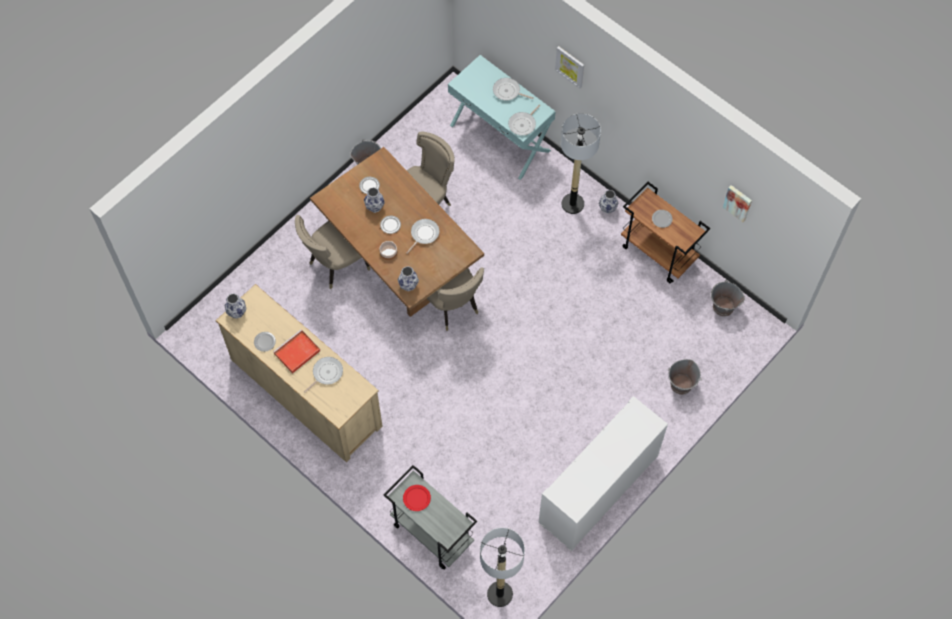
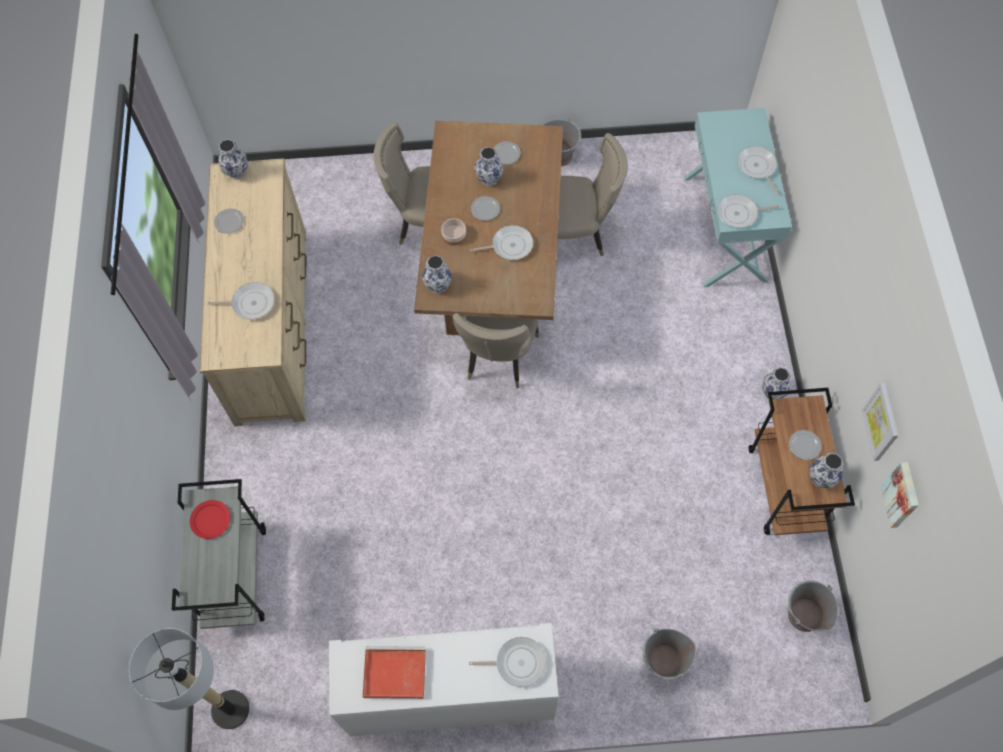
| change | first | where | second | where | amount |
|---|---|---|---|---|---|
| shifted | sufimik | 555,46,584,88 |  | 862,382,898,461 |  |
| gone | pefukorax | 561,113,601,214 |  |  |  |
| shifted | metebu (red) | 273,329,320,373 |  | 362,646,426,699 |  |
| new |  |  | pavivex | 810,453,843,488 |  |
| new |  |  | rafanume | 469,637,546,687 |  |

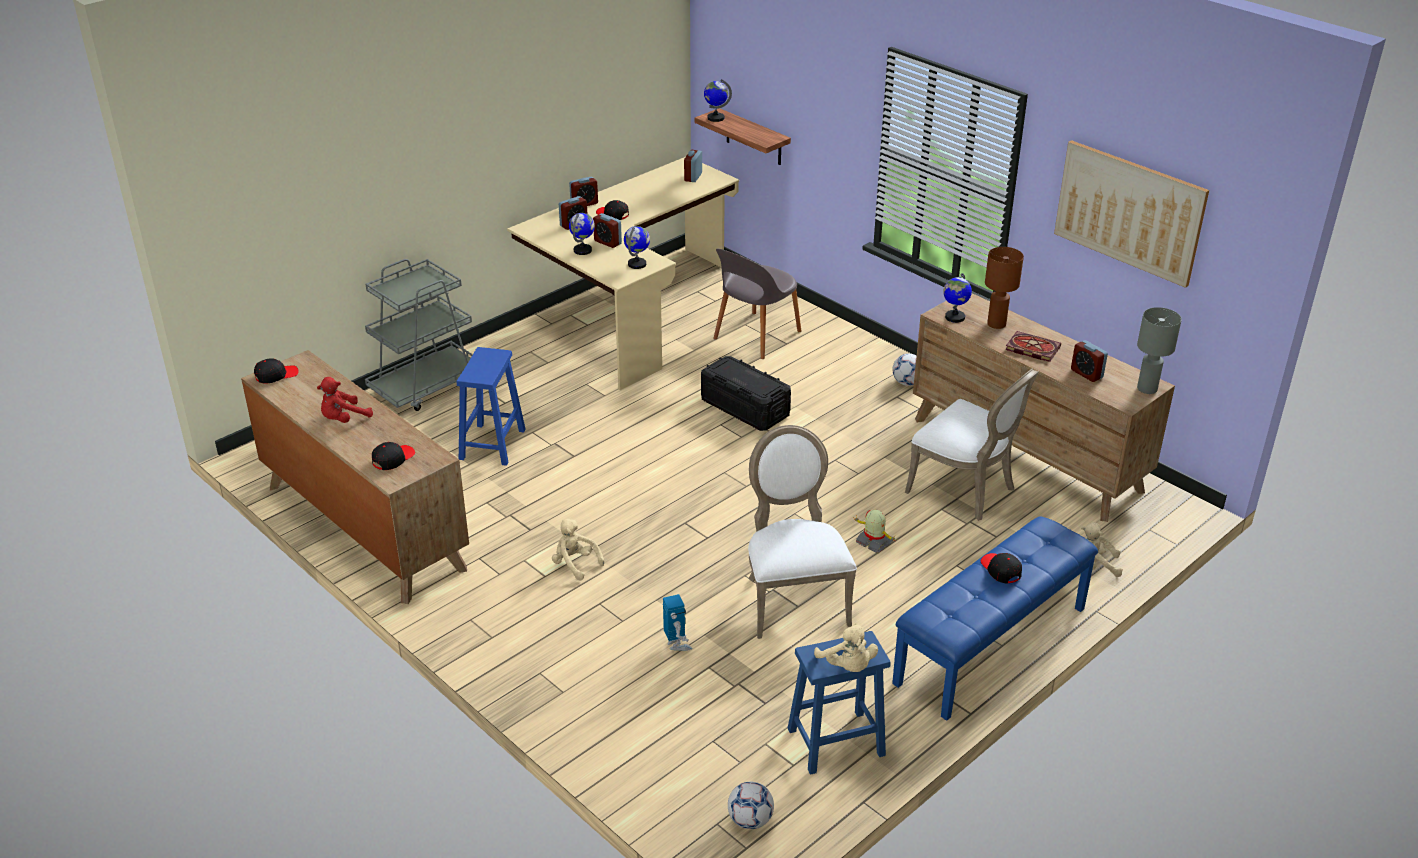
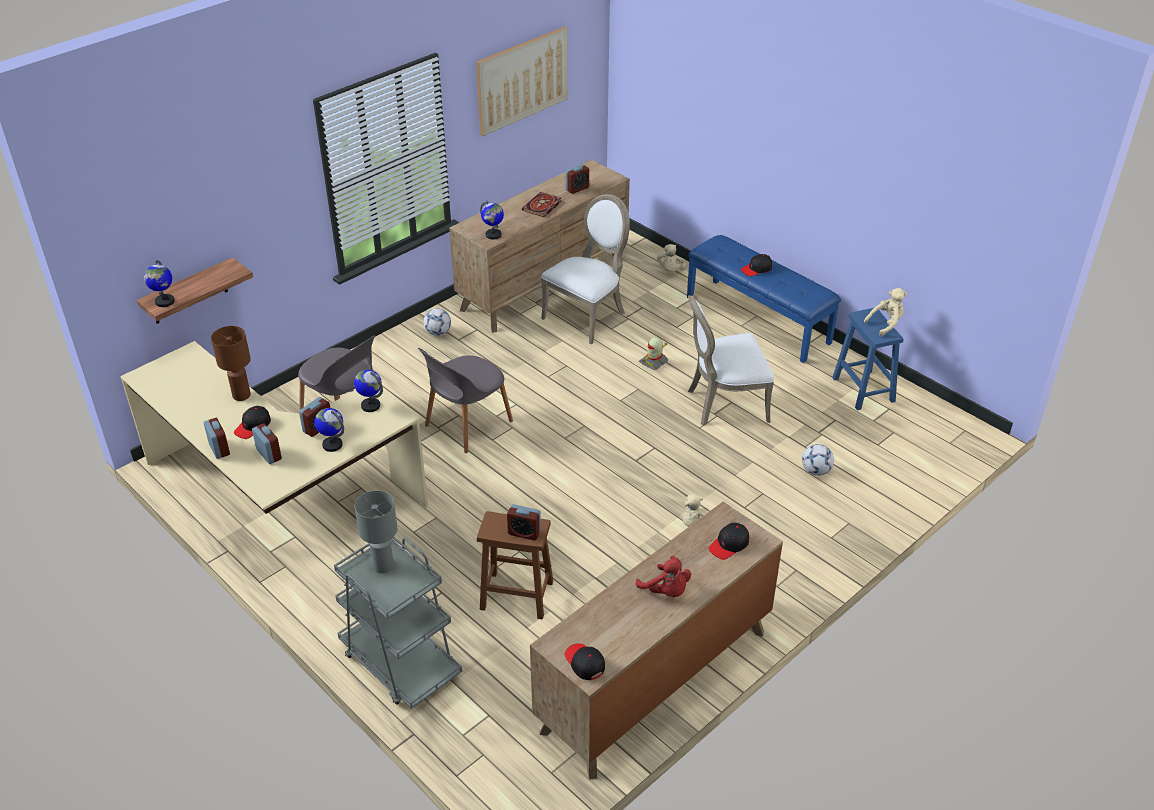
| change | first | where | second | where | amount |
|---|---|---|---|---|---|
| shifted | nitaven | 684,150,702,182 |  | 507,504,541,541 |  |
| shifted | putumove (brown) | 985,247,1024,329 |  | 211,326,251,401 |  |
| shifted | putumove (grey) | 1137,307,1182,394 |  | 355,491,397,573 |  |
| repainted | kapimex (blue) | 457,347,526,466 | kapimex (brown) | 477,511,553,620 |  |
| swapped | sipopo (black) | 701,356,791,431 | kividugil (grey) | 418,348,513,453 |  |
| rotated | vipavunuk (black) | 372,442,415,470 |  | 709,523,749,560 | 75 degrees counterclockwise |
| gone | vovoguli | 663,594,692,651 |  |  |  |
| shifted | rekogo | 728,782,774,829 |  | 802,444,834,476 |  |

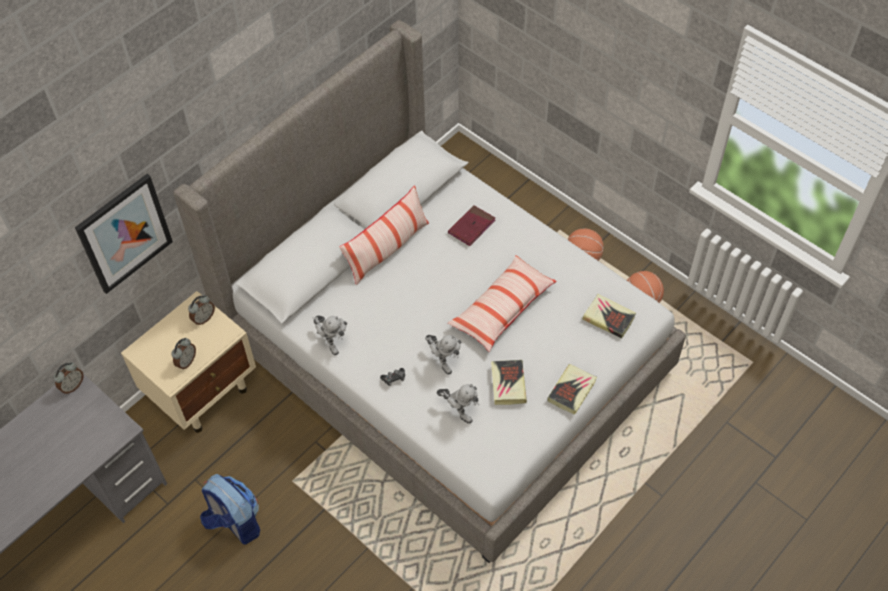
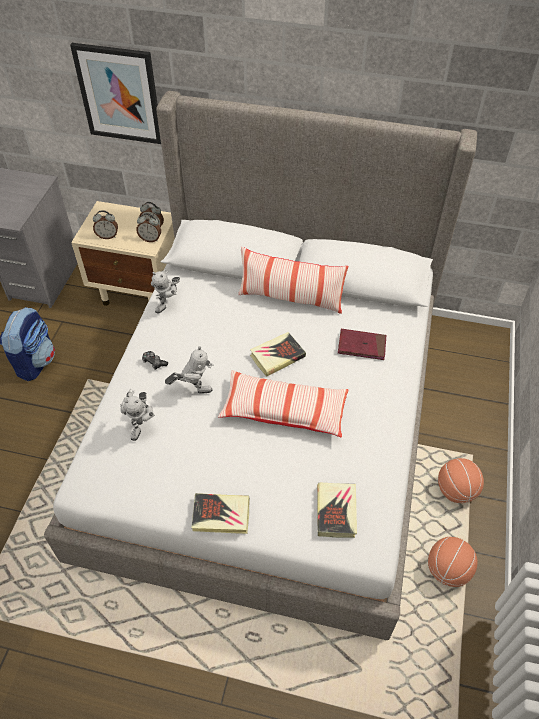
| change | first | where | second | where | amount |
|---|---|---|---|---|---|
| rotated | vovoguli | 425,335,461,375 |  | 165,346,214,394 | 120 degrees counterclockwise |
| shifted | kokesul | 491,360,527,405 |  | 250,332,306,377 |  |
| shifted | nitaven | 53,362,83,394 |  | 136,213,161,242 |  |

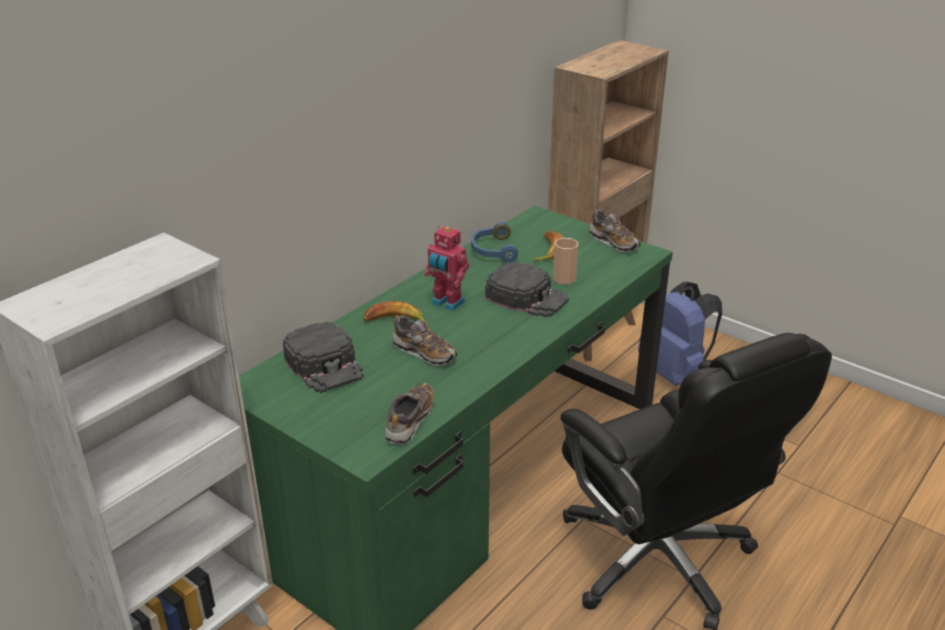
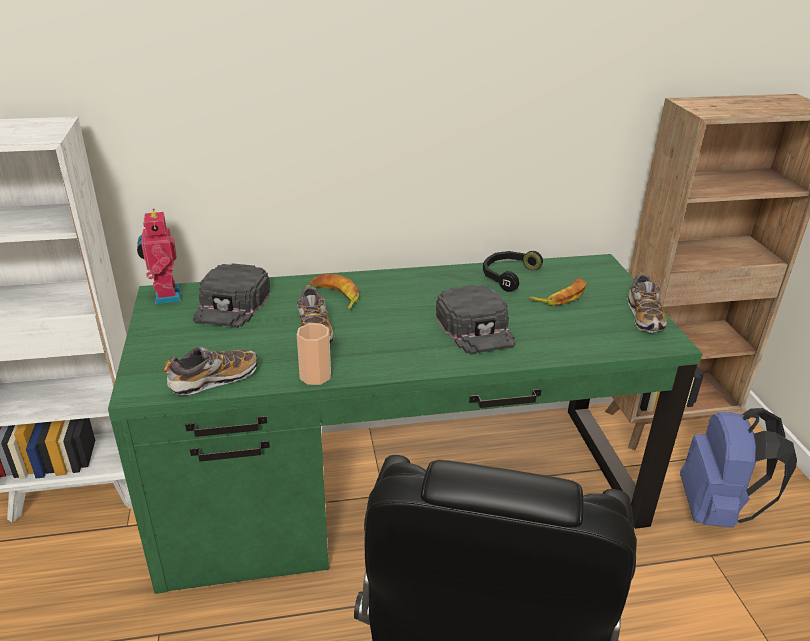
| change | first | where | second | where | amount |
|---|---|---|---|---|---|
| repainted | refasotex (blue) | 471,222,518,263 | refasotex (black) | 483,251,543,292 |  |
| shifted | vovoguli | 424,226,469,311 |  | 137,209,181,304 |  |
| shifted | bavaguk | 553,238,578,284 |  | 297,323,331,385 |  |

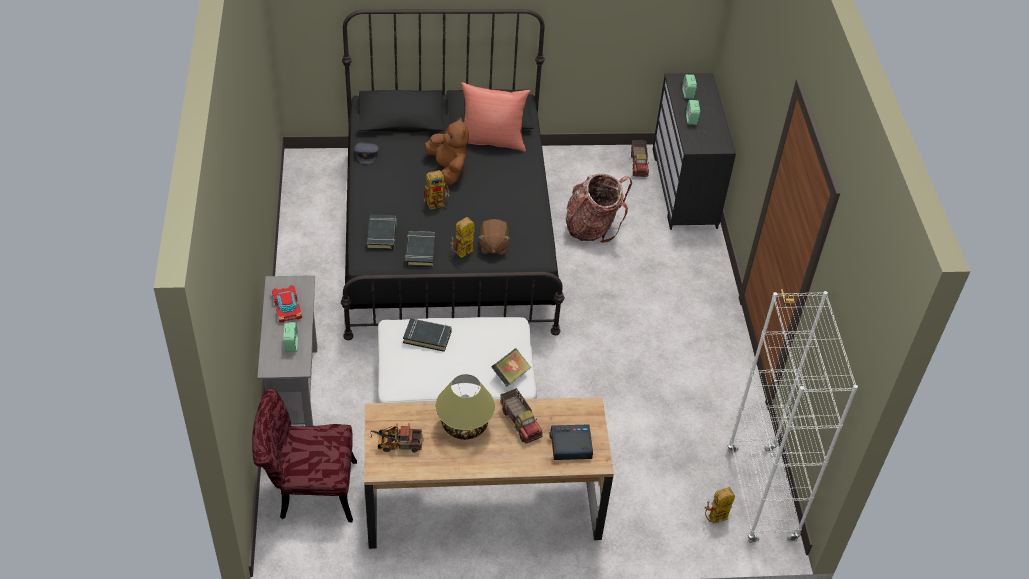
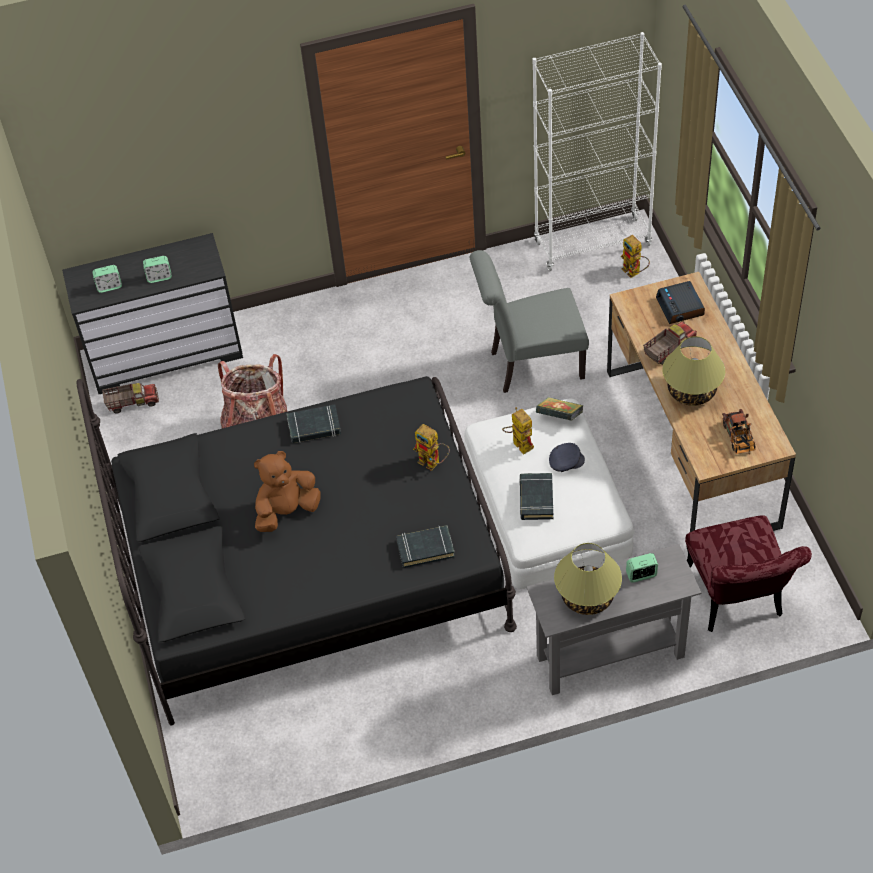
| change | first | where | second | where | amount |
|---|---|---|---|---|---|
| gone | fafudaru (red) | 461,82,531,152 |  |  |  |
| shifted | vipavunuk (grey) | 354,142,379,164 |  | 549,443,585,472 |  |
| shifted | vovoguli | 423,170,449,210 |  | 502,407,534,455 |  |
| gone | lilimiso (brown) | 479,219,510,254 |  |  |  |
| shifted | kokesul (black) | 405,231,435,268 |  | 287,405,341,443 |  |
| swapped | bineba | 272,285,302,323 | putumove | 554,543,622,615 |  |
| new |  |  | kividugil (grey) | 469,250,589,393 |  |

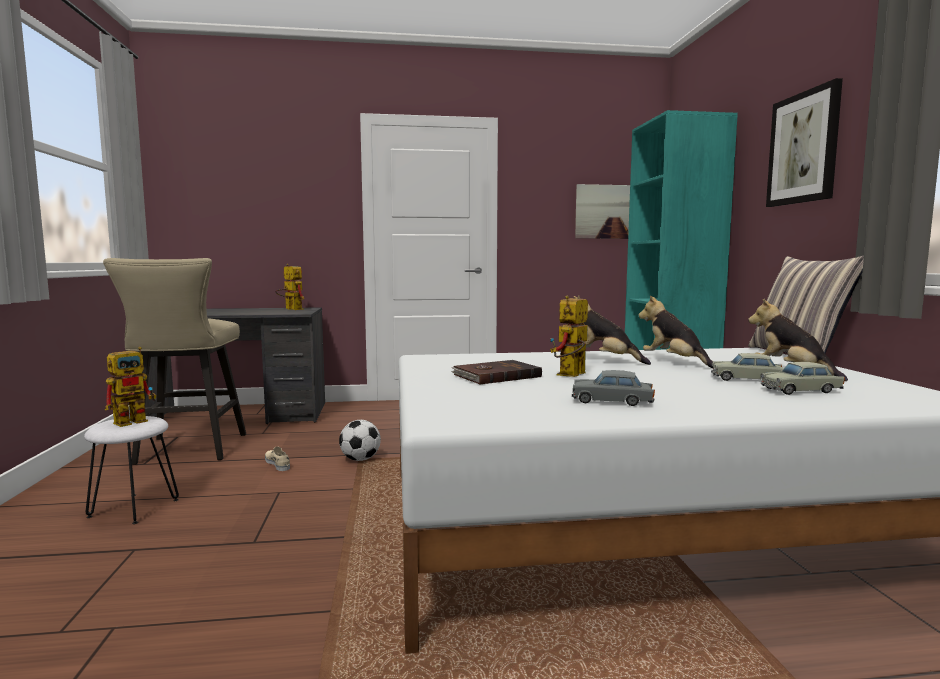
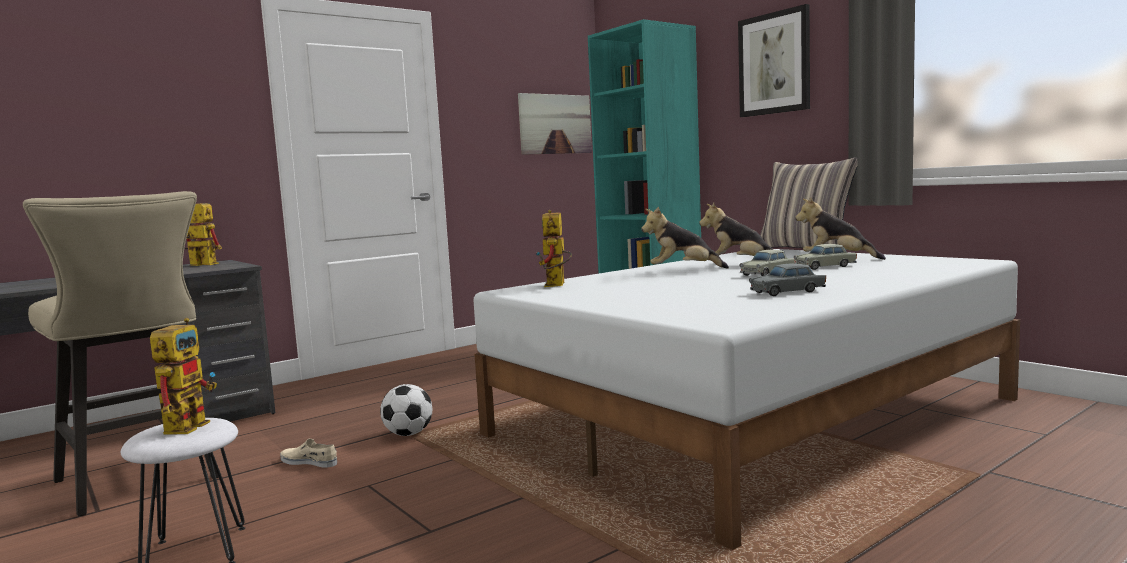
| change | first | where | second | where | amount |
|---|---|---|---|---|---|
| shifted | vovoguli | 550,296,588,377 |  | 536,210,572,287 |  |
| gone | kokesul (brown) | 451,360,542,384 |  |  |  |
| shifted | bineba (beige) | 760,362,845,395 |  | 739,250,795,276 |  |

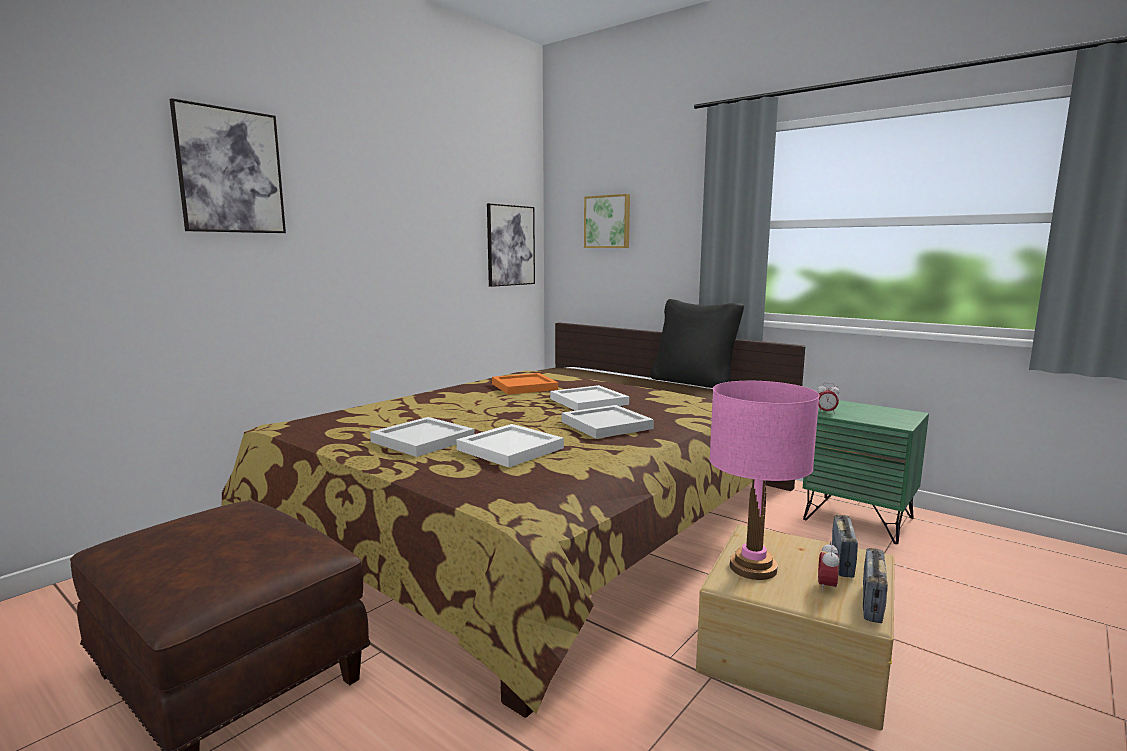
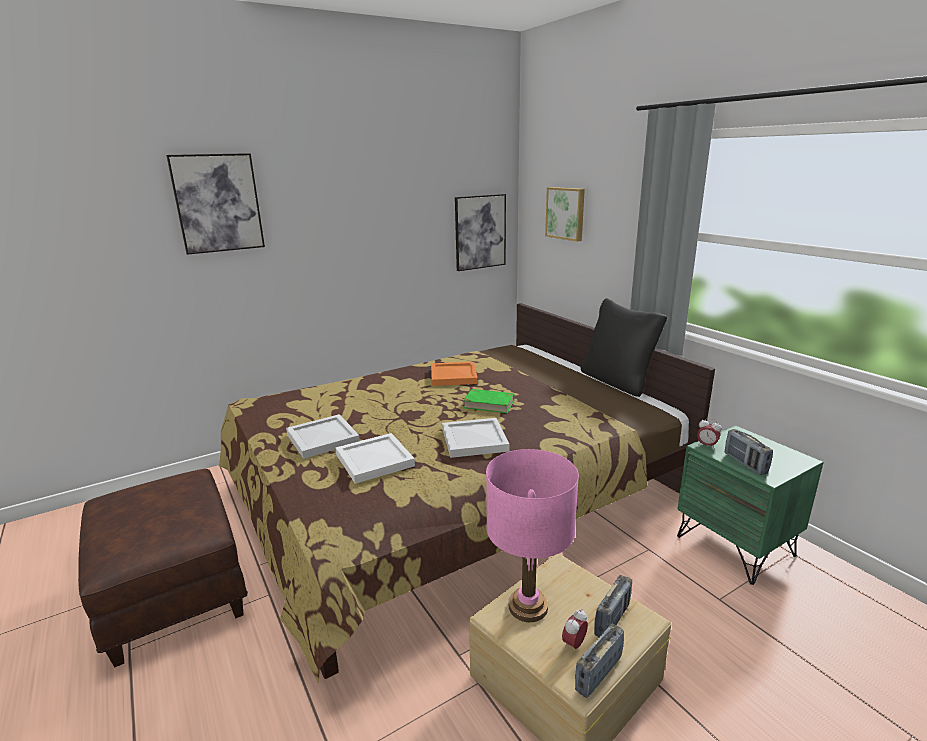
| change | first | where | second | where | amount |
|---|---|---|---|---|---|
| swapped | metebu (white) | 550,385,629,411 | kokesul (green) | 462,389,514,413 |  |
| new |  |  | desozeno | 725,429,773,475 |  |

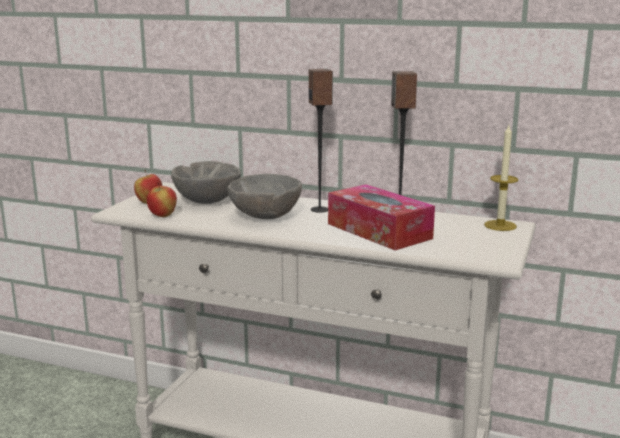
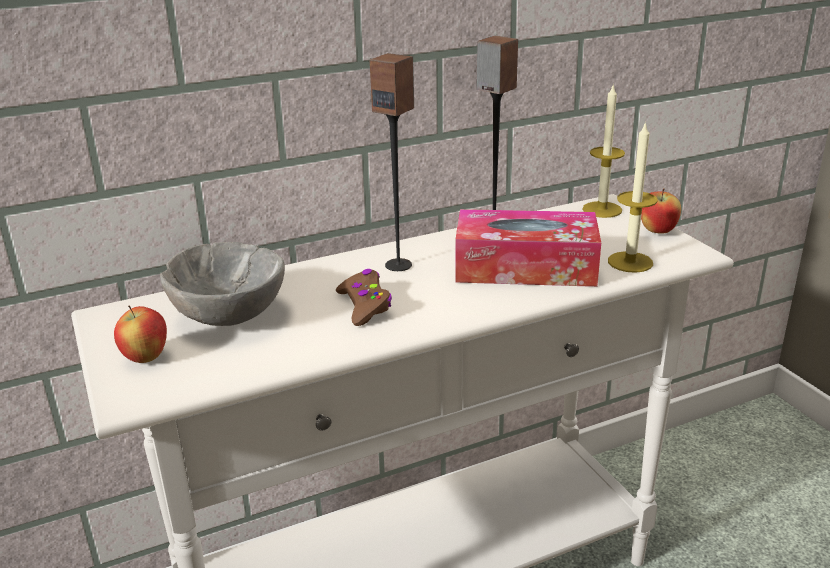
| change | first | where | second | where | amount |
|---|---|---|---|---|---|
| swapped | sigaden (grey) | 227,174,302,219 | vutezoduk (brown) | 336,269,392,326 |  |
| shifted | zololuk | 147,183,177,217 |  | 641,188,681,234 |  |
| new |  |  | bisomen | 608,121,657,273 |  |

